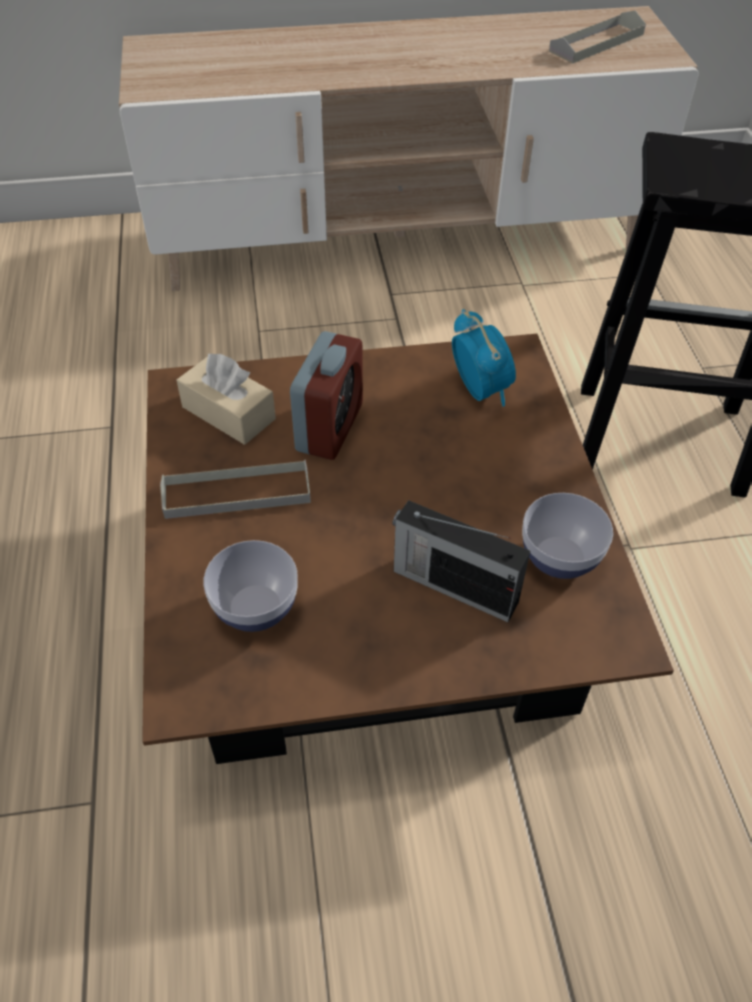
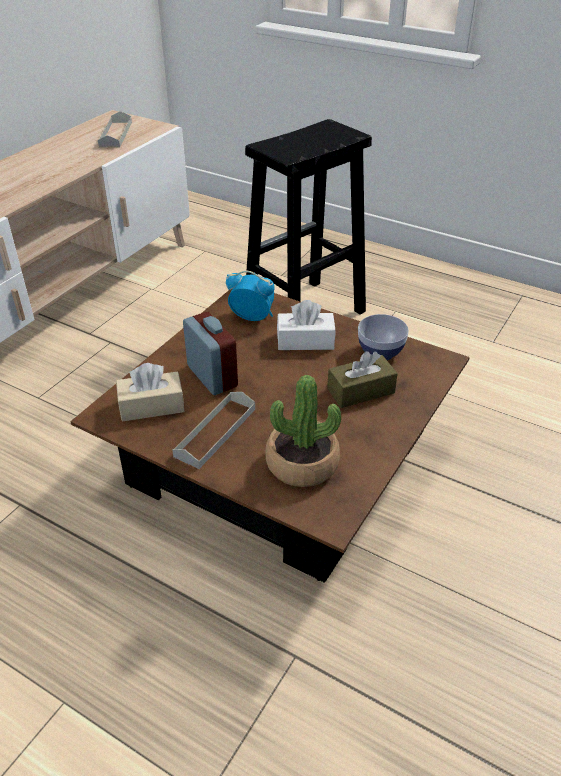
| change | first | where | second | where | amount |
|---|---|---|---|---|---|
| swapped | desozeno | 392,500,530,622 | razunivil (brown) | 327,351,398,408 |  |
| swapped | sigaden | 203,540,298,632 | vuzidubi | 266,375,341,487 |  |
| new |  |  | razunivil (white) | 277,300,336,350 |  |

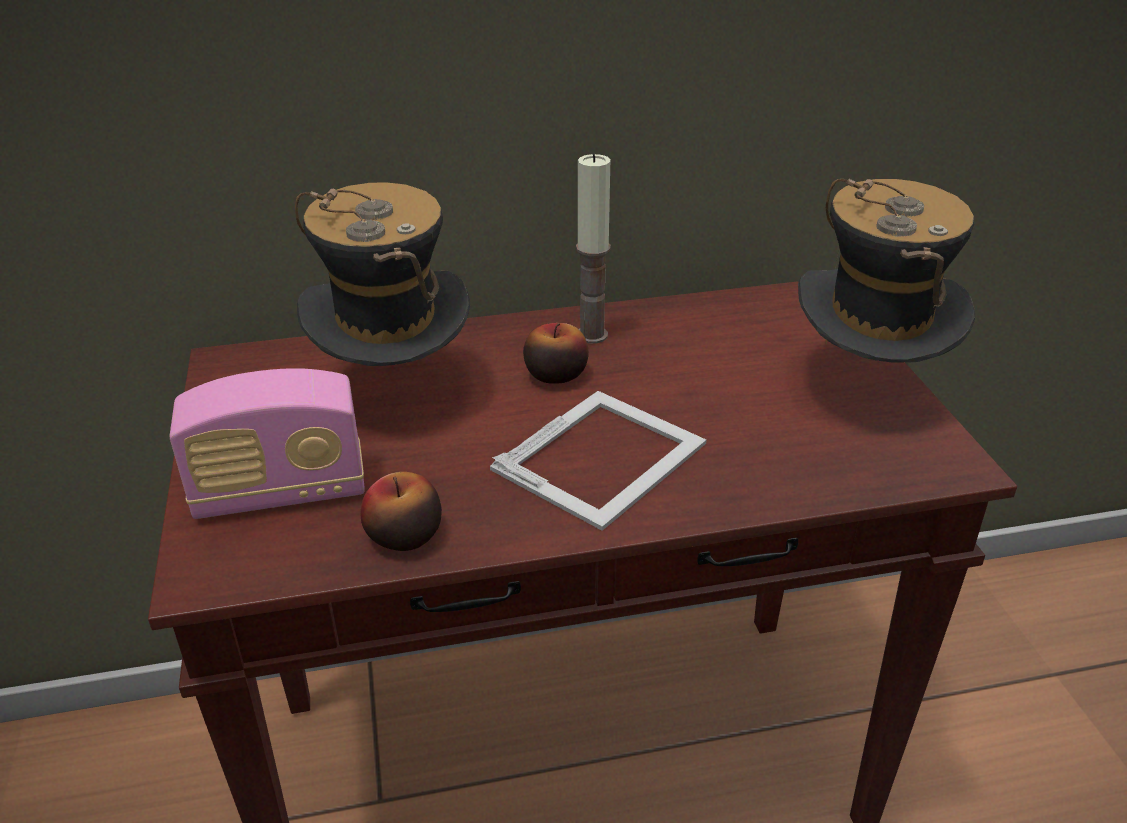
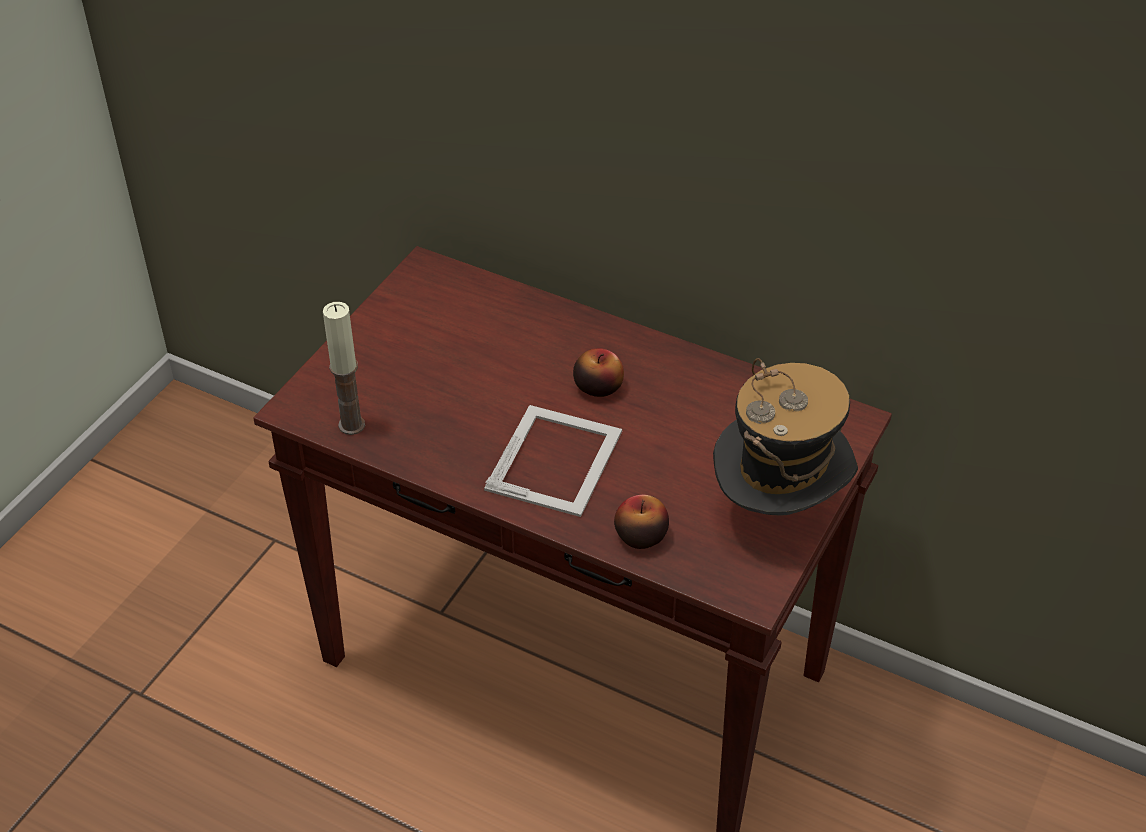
| change | first | where | second | where | amount |
|---|---|---|---|---|---|
| shifted | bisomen | 576,153,610,344 |  | 323,302,365,435 |  |
| gone | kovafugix | 295,182,470,366 |  |  |  |
| gone | desozeno | 170,368,365,519 |  |  |  |
| rotated | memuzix | 490,391,706,531 |  | 484,405,622,517 | 60 degrees counterclockwise |
| shifted | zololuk | 361,472,442,551 |  | 614,495,669,549 |  |

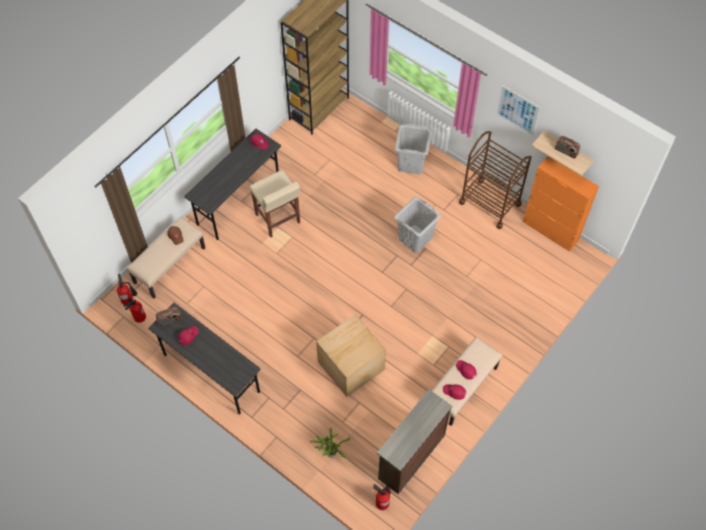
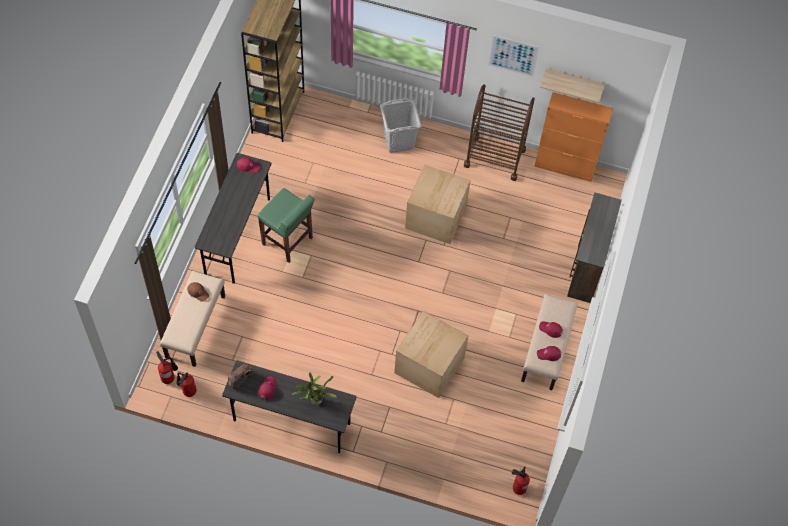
| change | first | where | second | where | amount |
|---|---|---|---|---|---|
| gone | desozeno | 555,136,580,158 |  |  |  |
| repainted | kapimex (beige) | 250,170,300,237 | kapimex (green) | 258,188,315,263 |  |
| swapped | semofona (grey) | 394,197,441,253 | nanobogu | 405,164,471,244 |  |
| shifted | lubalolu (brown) | 377,390,452,494 |  | 567,192,622,303 |  |
| shifted | vuzidubi | 310,428,350,458 |  | 292,373,337,405 |  |

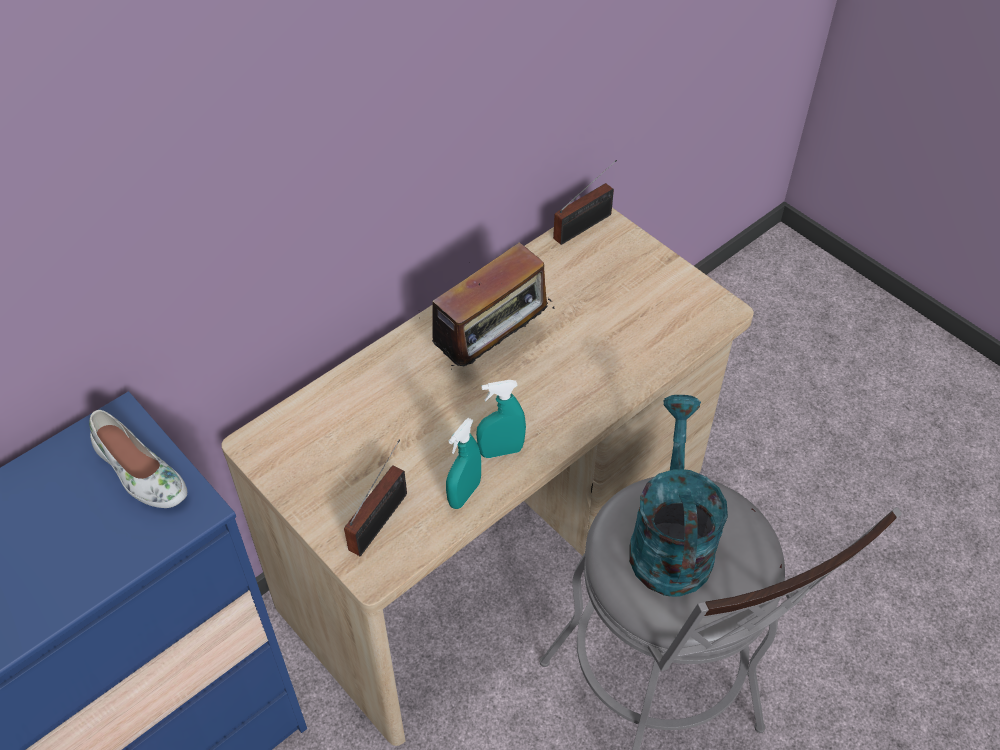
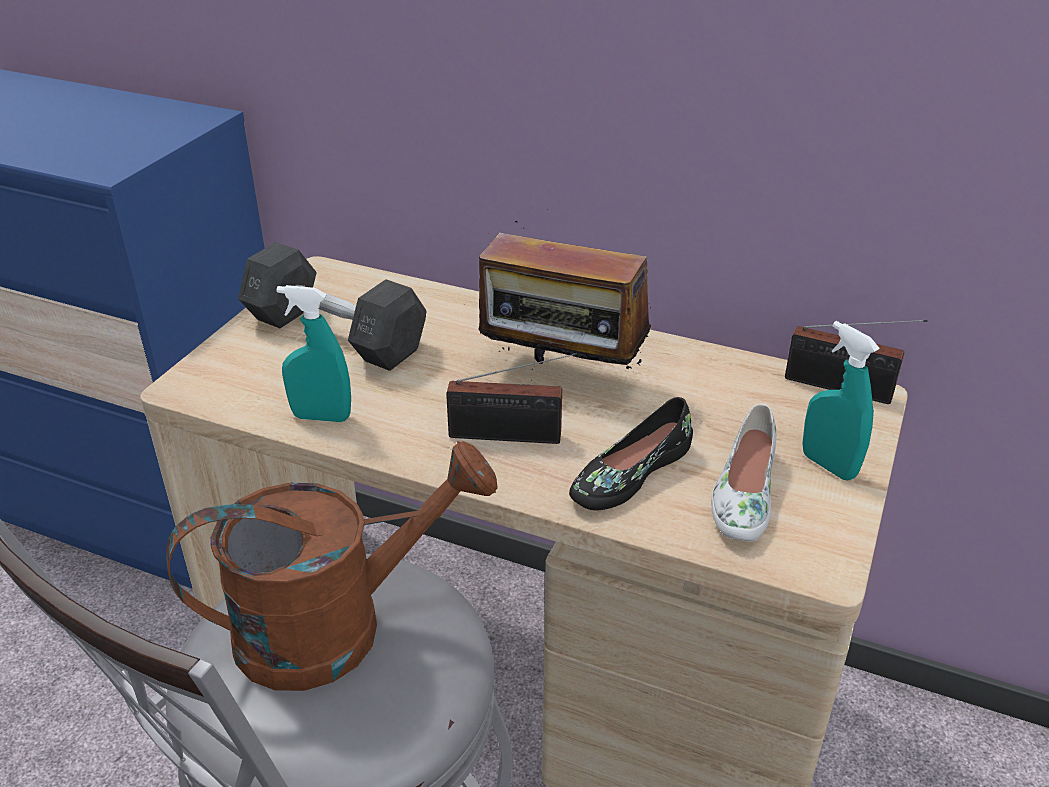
| change | first | where | second | where | amount |
|---|---|---|---|---|---|
| shifted | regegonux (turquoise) | 476,380,526,458 |  | 802,321,880,481 |  |
| repainted | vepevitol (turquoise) | 629,395,728,597 | vepevitol (brown) | 166,441,498,691 |  |
| shifted | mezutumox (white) | 89,410,187,508 |  | 712,404,776,542 |  |
| shifted | desozeno | 344,440,407,556 |  | 446,353,577,444 |  |
| new |  |  | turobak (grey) | 238,242,427,371 |  |
| new |  |  | mezutumox (black) | 569,397,693,510 |  |

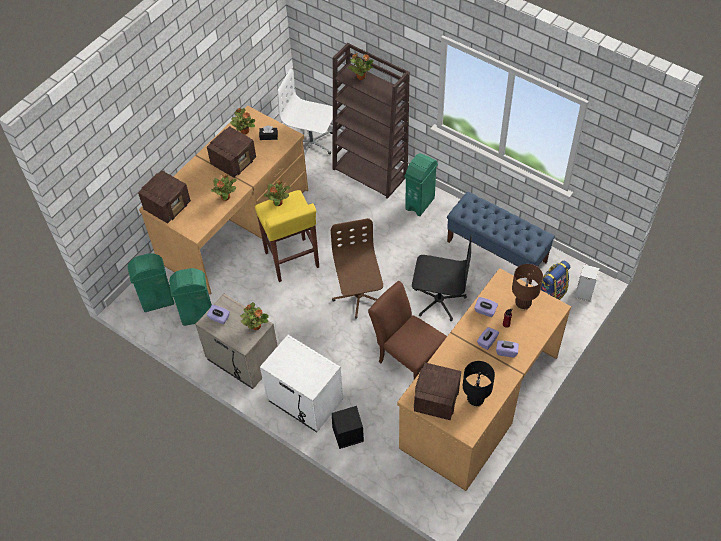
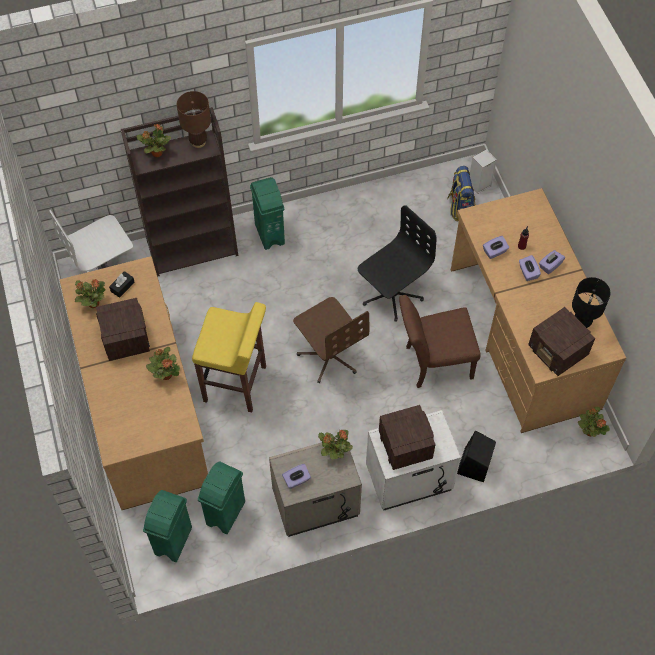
| change | first | where | second | where | amount |
|---|---|---|---|---|---|
| shifted | desozeno | 138,170,191,224 |  | 379,405,436,470 |  |
| shifted | vuzidubi | 264,180,290,206 |  | 578,407,610,437 |  |
| gone | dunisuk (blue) | 447,192,555,285 |  |  |  |
| rotated | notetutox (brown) | 331,218,383,319 |  | 293,297,369,383 | 150 degrees counterclockwise |
| shifted | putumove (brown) | 512,264,543,311 |  | 177,91,211,148 |  |

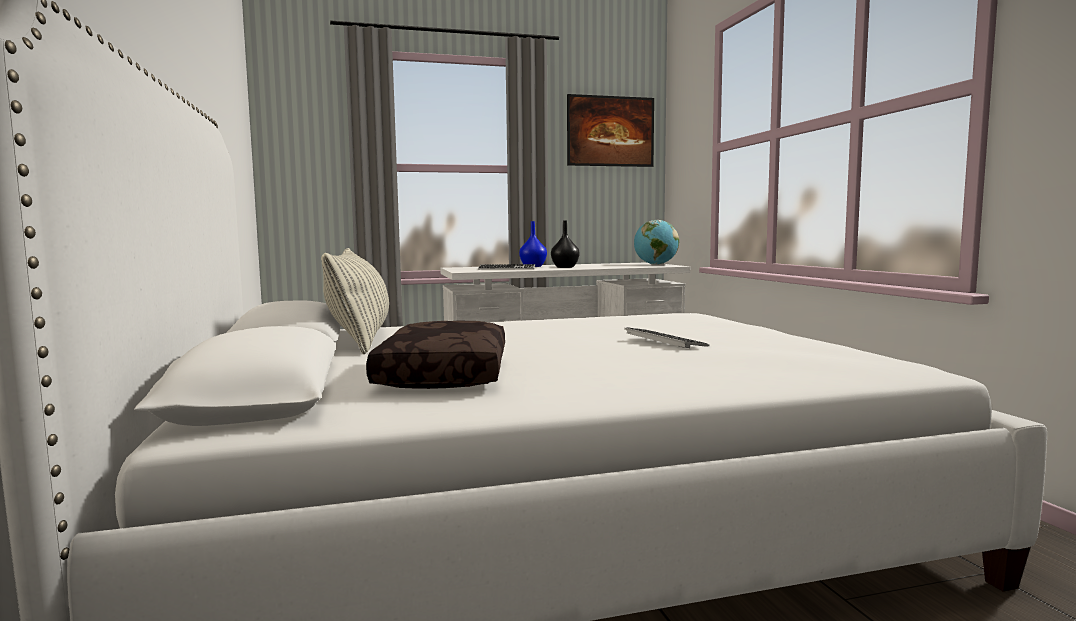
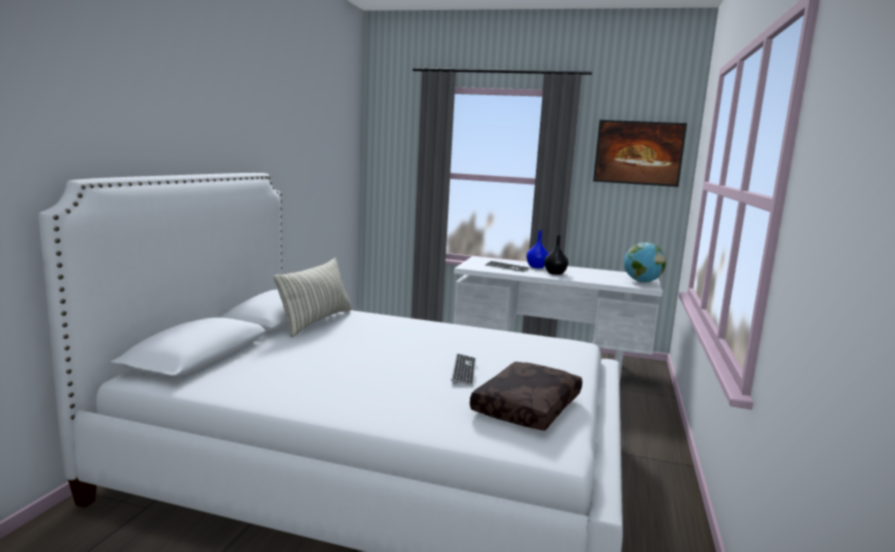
| change | first | where | second | where | amount |
|---|---|---|---|---|---|
| shifted | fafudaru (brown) | 366,320,505,389 |  | 470,362,582,431 |  |

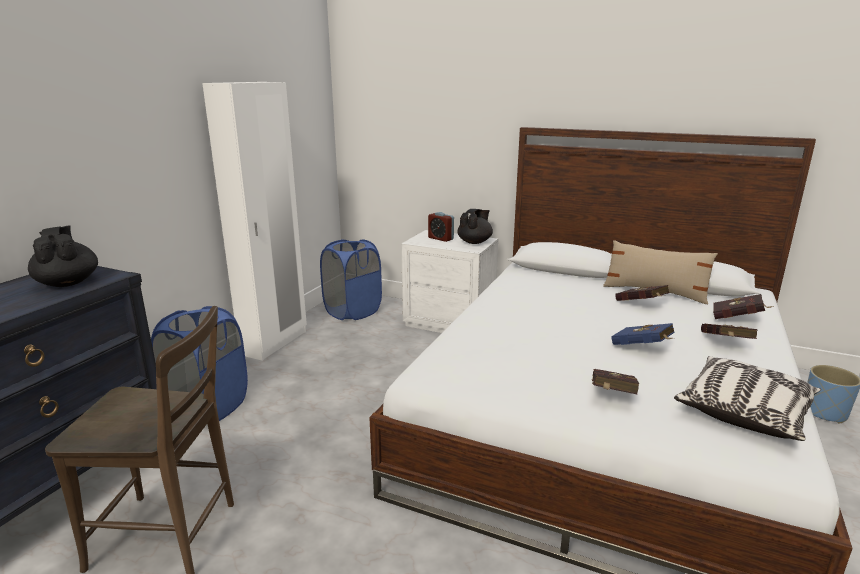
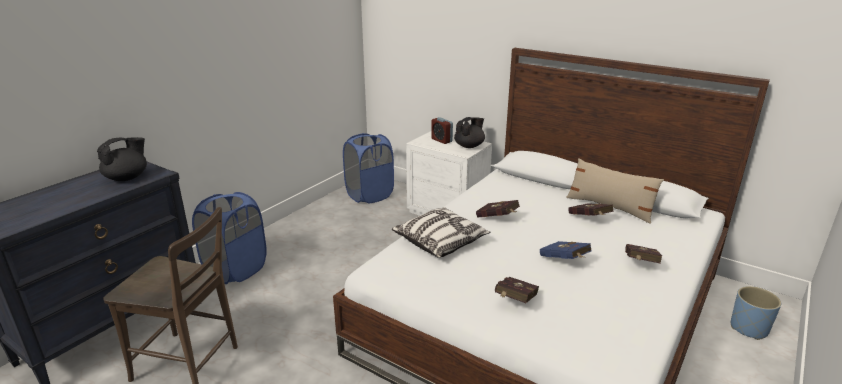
| change | first | where | second | where | amount |
|---|---|---|---|---|---|
| gone | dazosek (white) | 202,82,307,361 |  |  |  |
| rotated | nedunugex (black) | 28,225,98,287 |  | 97,137,147,181 | 60 degrees clockwise |
| shifted | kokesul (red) | 713,294,774,319 |  | 476,200,520,218 |  |
| shifted | fafudaru | 674,356,821,441 |  | 392,207,490,258 |  |

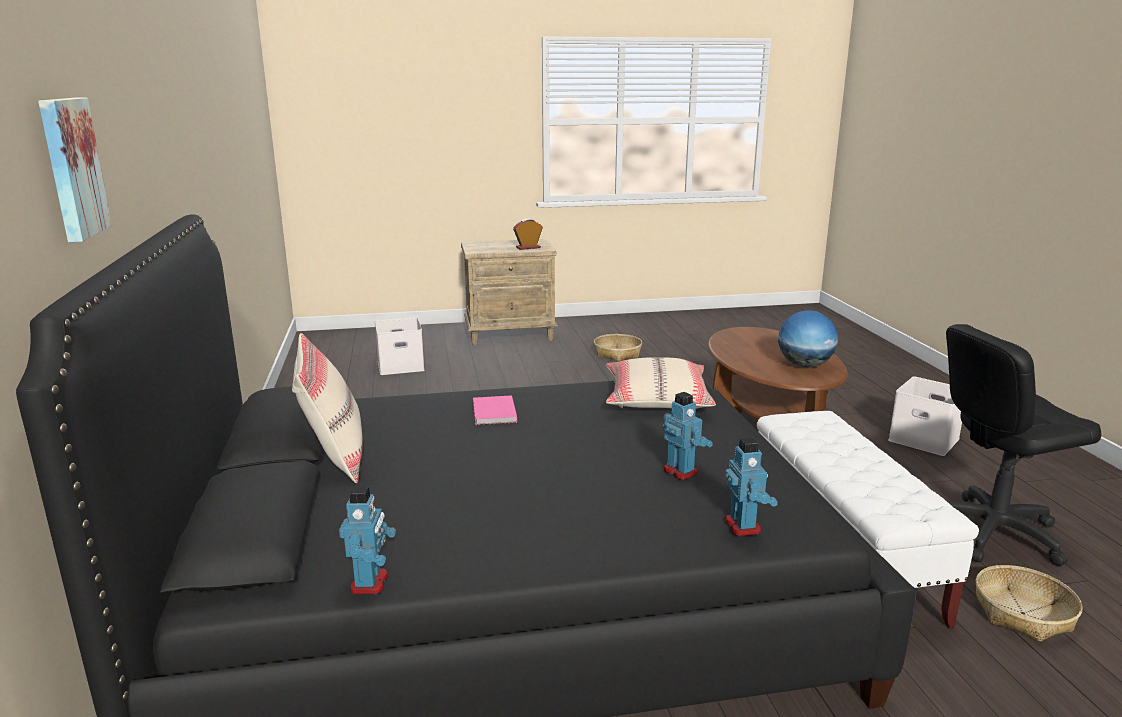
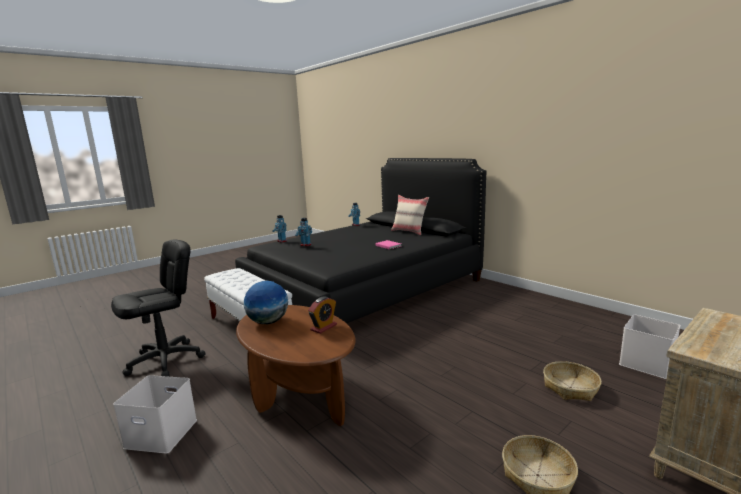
| change | first | where | second | where | amount |
|---|---|---|---|---|---|
| gone | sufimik | 38,98,112,242 |  |  |  |
| shifted | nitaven | 513,219,543,250 |  | 308,296,337,334 |  |
| gone | fafudaru (beige) | 606,357,716,409 |  |  |  |
| shifted | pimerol | 976,565,1082,642 |  | 543,361,602,401 |  |

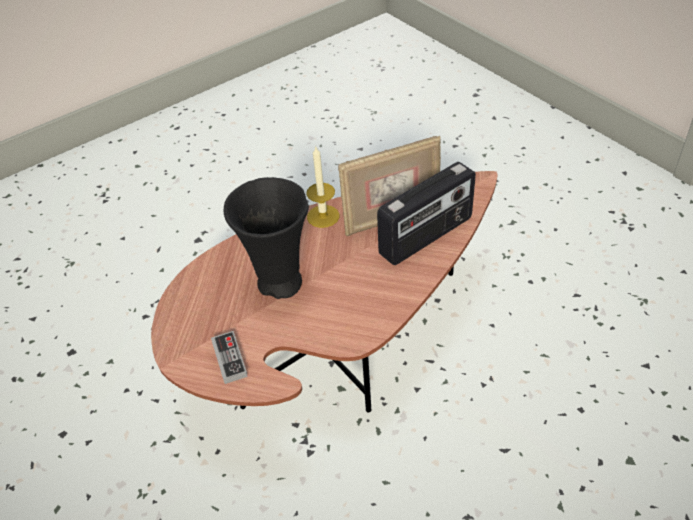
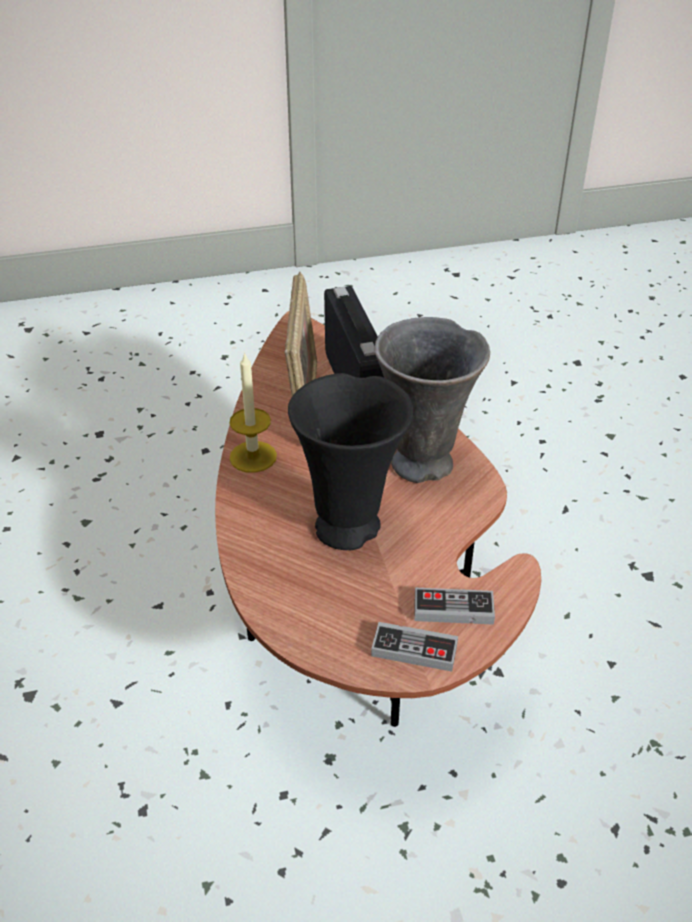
| change | first | where | second | where | amount |
|---|---|---|---|---|---|
| new |  |  | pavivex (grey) | 374,317,490,483 |  |
| new |  |  | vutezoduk | 371,622,458,672 |  |

